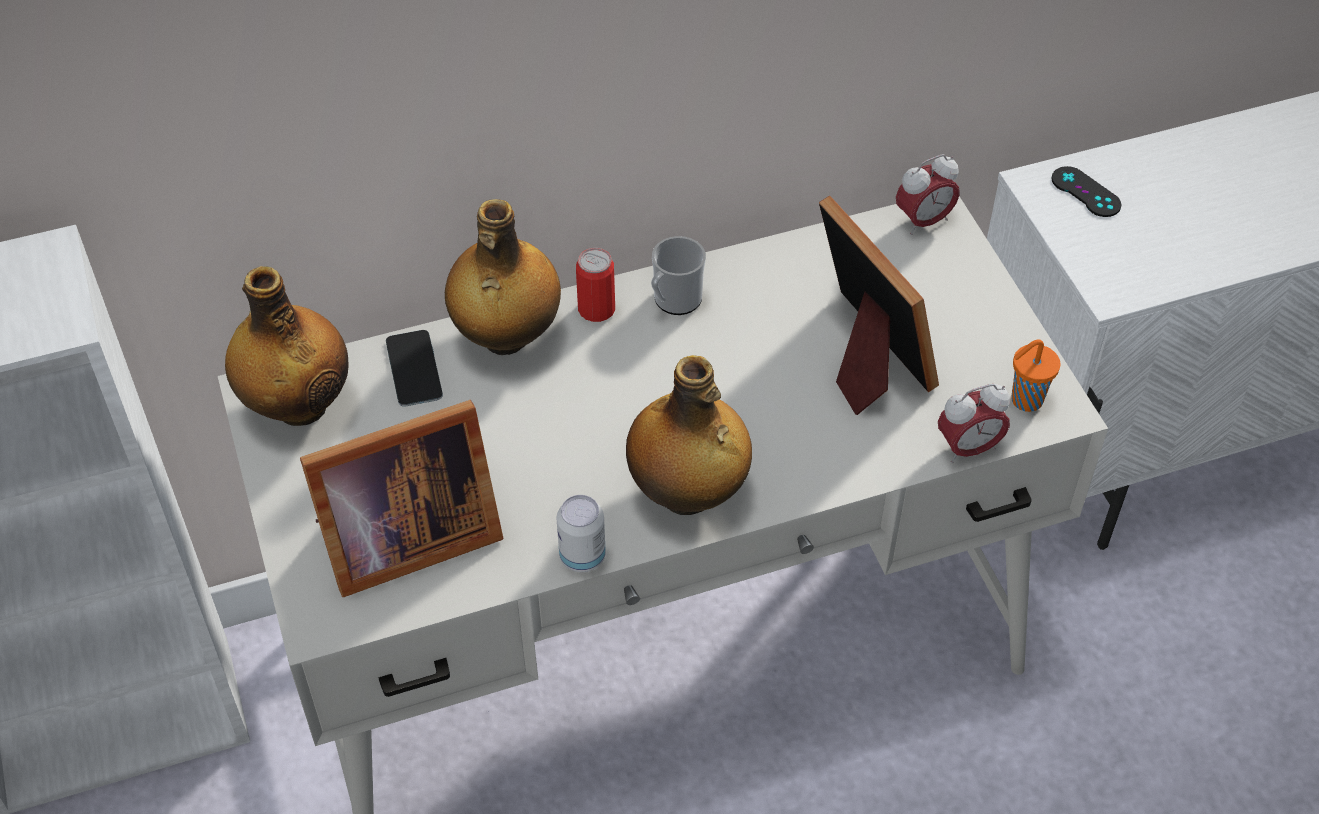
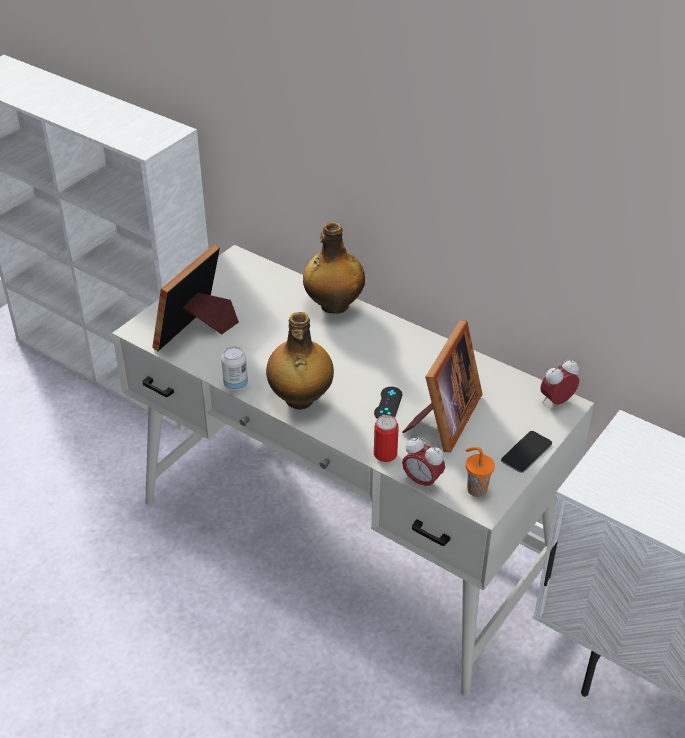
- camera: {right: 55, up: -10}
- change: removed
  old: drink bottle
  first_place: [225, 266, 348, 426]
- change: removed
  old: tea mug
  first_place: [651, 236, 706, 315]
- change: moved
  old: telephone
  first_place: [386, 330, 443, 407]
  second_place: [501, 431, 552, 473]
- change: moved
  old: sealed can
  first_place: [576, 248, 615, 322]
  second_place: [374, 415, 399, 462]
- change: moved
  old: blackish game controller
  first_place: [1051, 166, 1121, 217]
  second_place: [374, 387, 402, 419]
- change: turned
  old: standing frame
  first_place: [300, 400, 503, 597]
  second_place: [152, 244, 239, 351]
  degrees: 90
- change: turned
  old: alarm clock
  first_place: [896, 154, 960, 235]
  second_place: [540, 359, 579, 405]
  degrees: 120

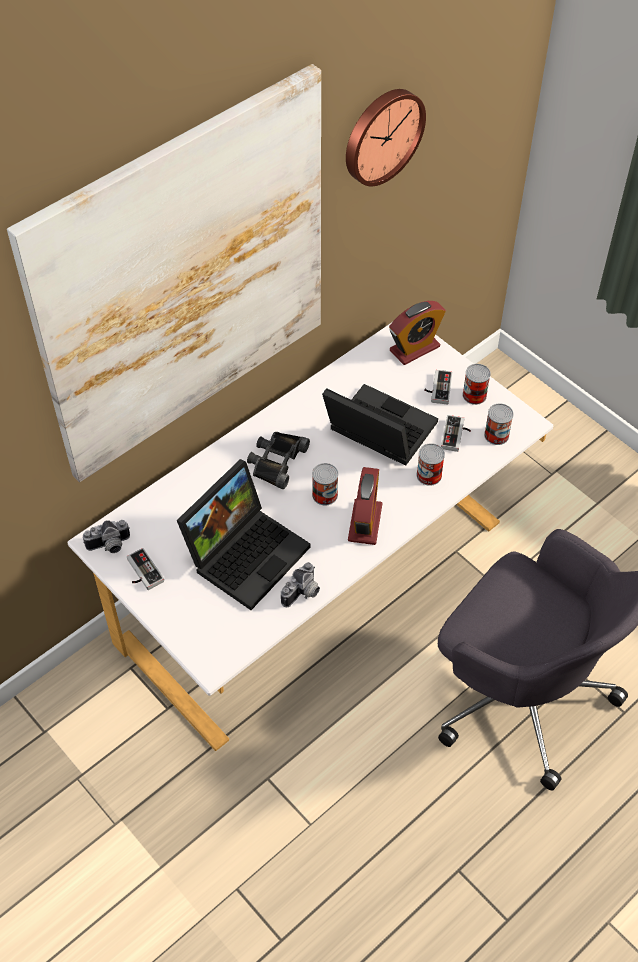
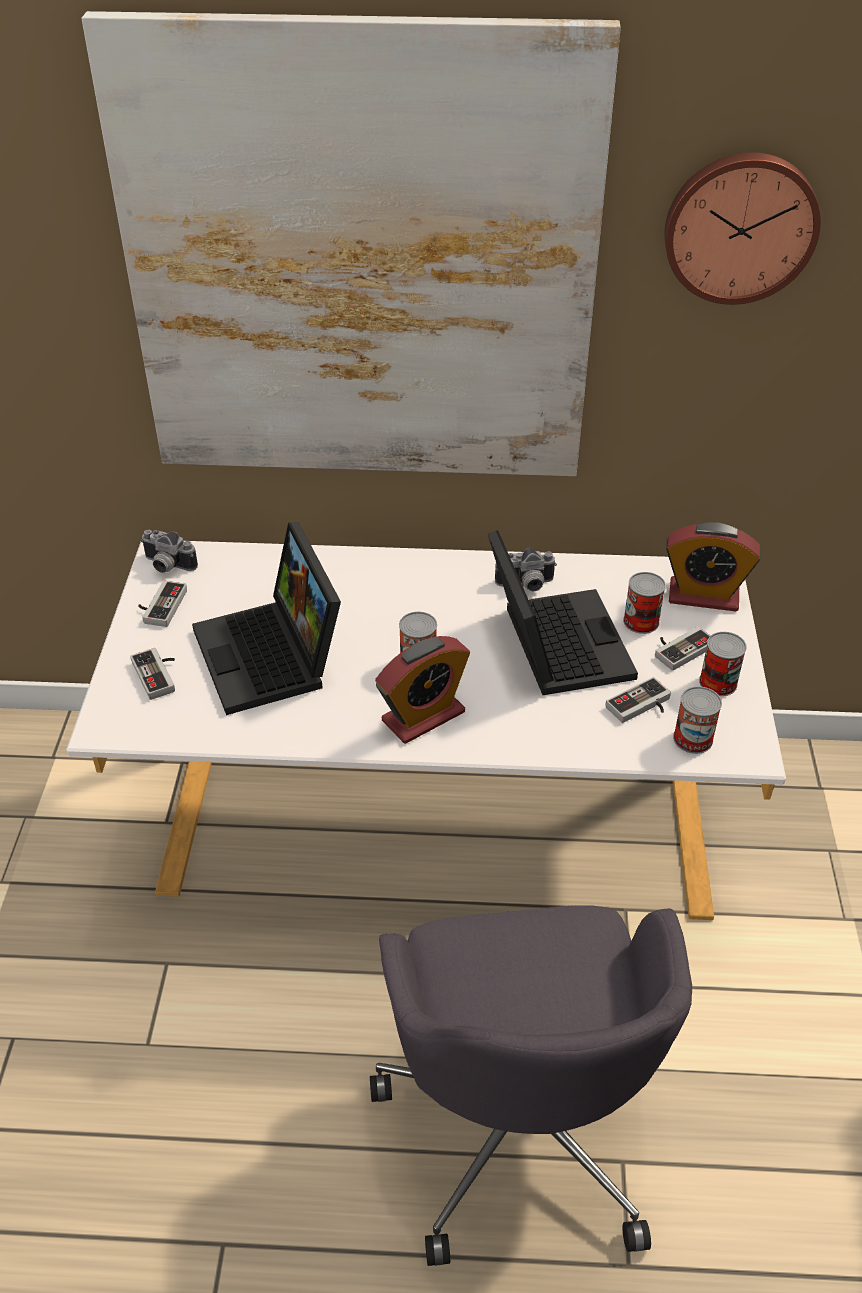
- camera: {right: 45, up: -10}
- change: removed
  old: blackish pair of binoculars
  first_place: [247, 432, 310, 489]
- change: added
  new: game controller
  second_place: [130, 648, 175, 700]
- change: moved
  old: photo camera
  first_place: [281, 562, 320, 607]
  second_place: [495, 548, 557, 591]
- change: moved
  old: sealed can
  first_place: [416, 443, 445, 486]
  second_place: [623, 572, 666, 634]
- change: turned
  old: notebook computer
  first_place: [177, 459, 311, 610]
  second_place: [192, 522, 341, 715]
  degrees: 75

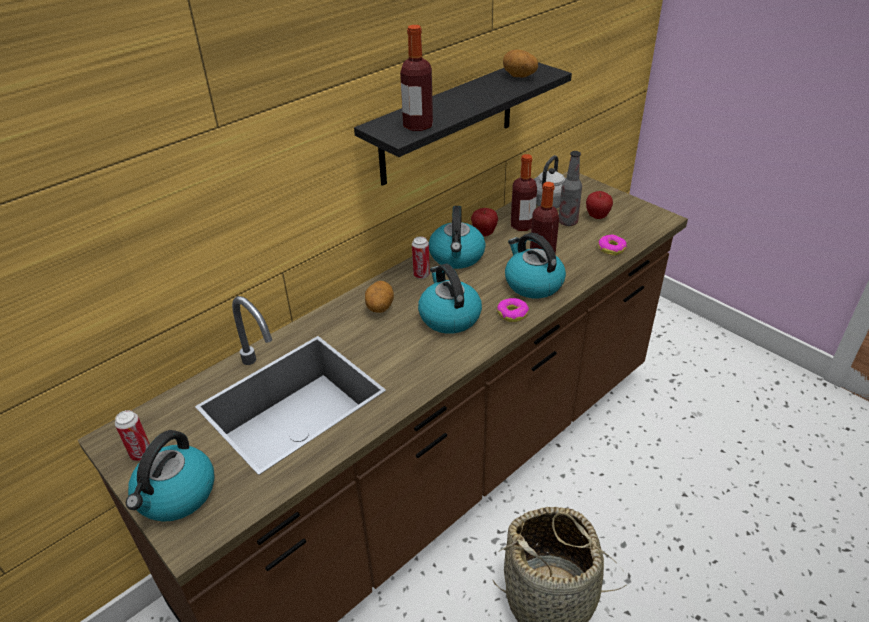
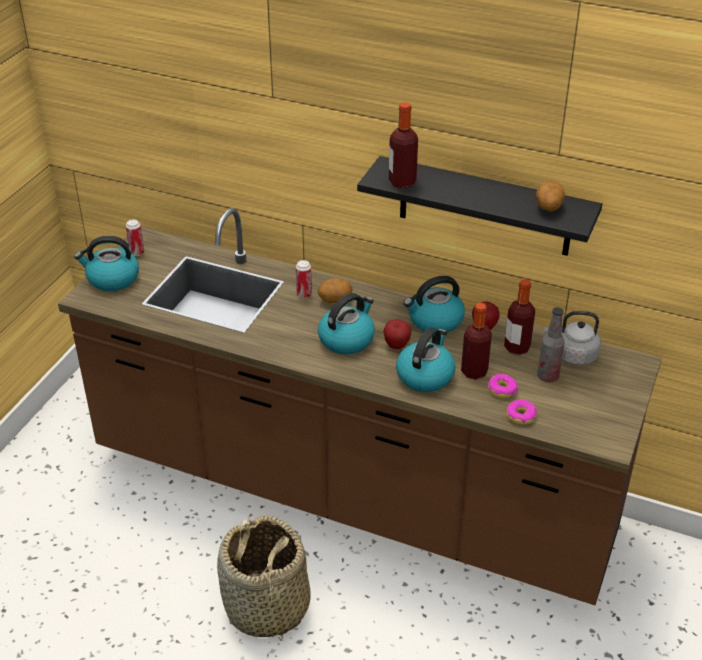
- camera: {right: 65, up: 0}
- change: moved
  old: sealed can
  first_place: [412, 236, 430, 279]
  second_place: [296, 260, 312, 298]
- change: moved
  old: donut
  first_place: [497, 298, 529, 322]
  second_place: [488, 374, 518, 398]
- change: moved
  old: apple
  first_place: [586, 191, 613, 219]
  second_place: [383, 319, 411, 349]

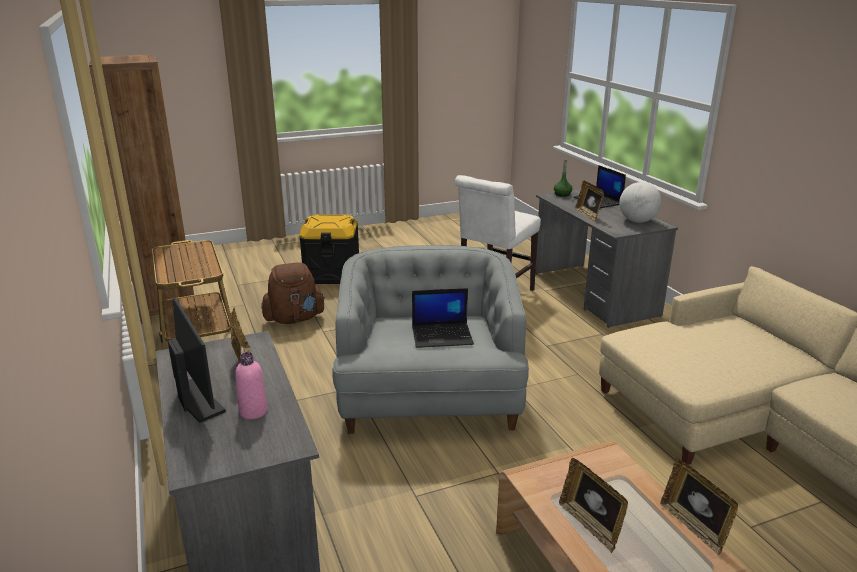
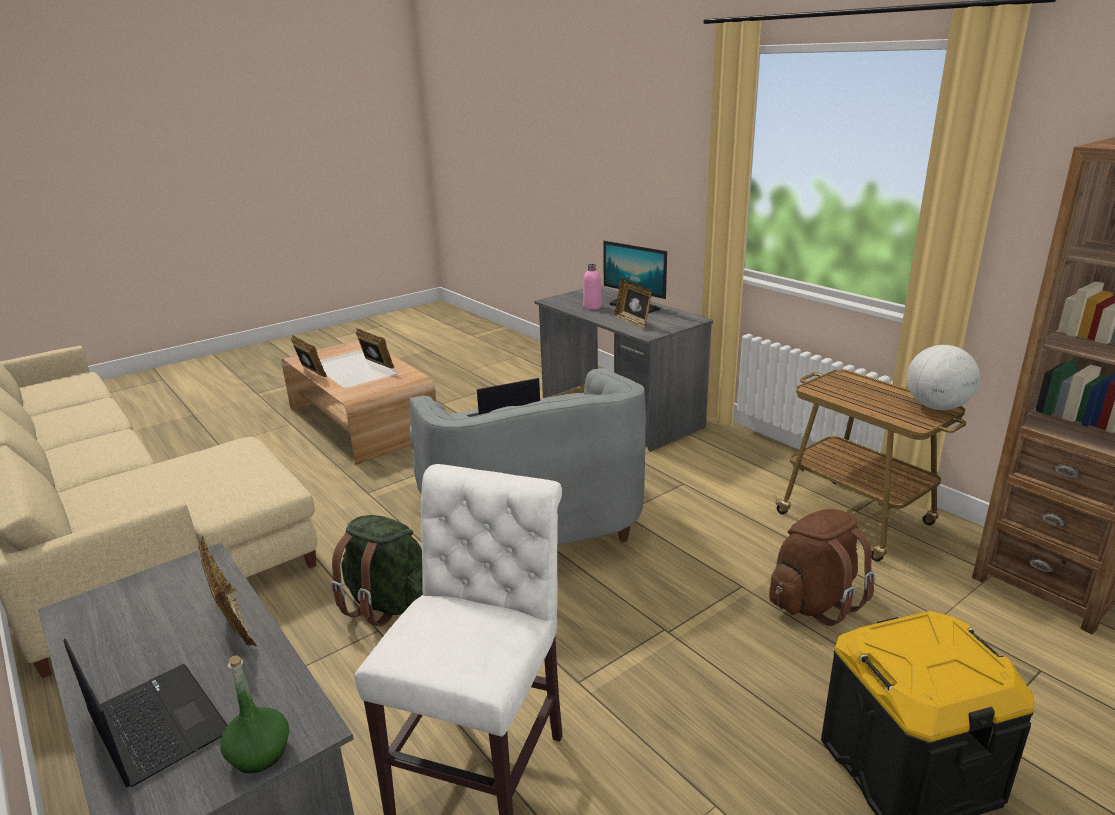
- camera: {right: 165, up: 0}
- change: added
  new: green backpack
  second_place: [330, 515, 423, 627]
- change: moved
  old: desk globe
  first_place: [619, 182, 662, 223]
  second_place: [907, 345, 980, 410]

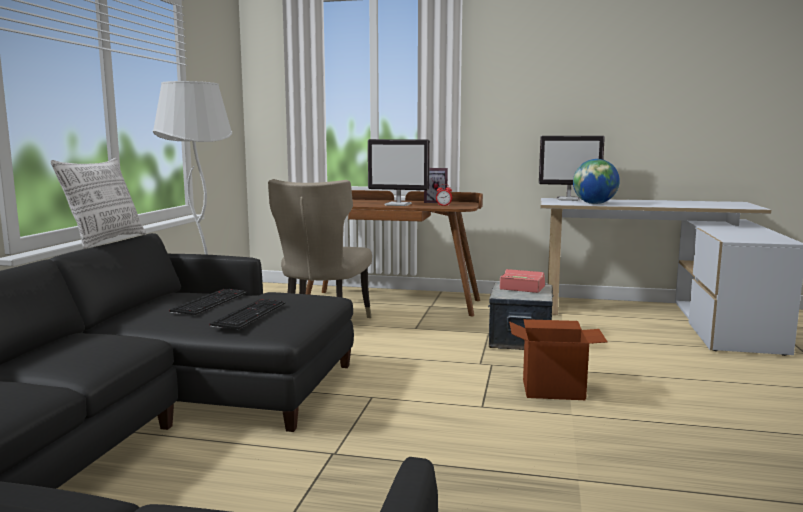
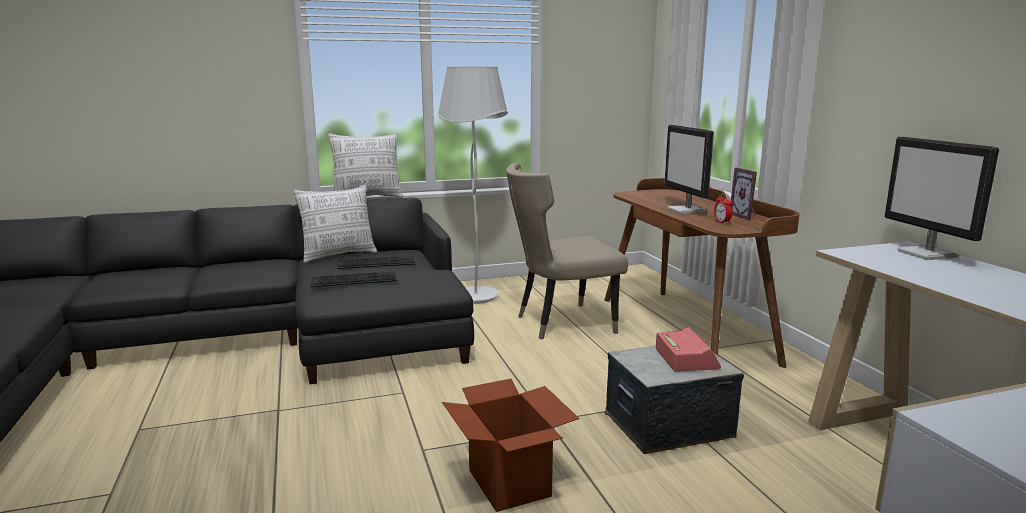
- camera: {right: 60, up: 5}
- change: removed
  old: desk globe
  first_place: [573, 159, 620, 204]
- change: added
  new: throw pillow
  second_place: [293, 185, 377, 263]

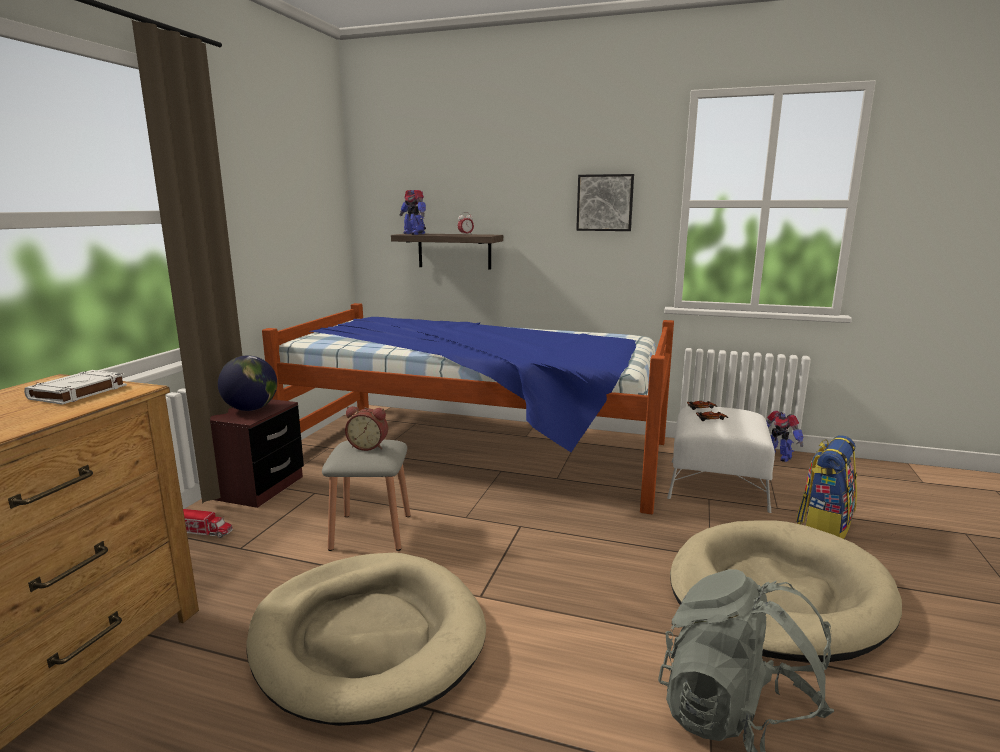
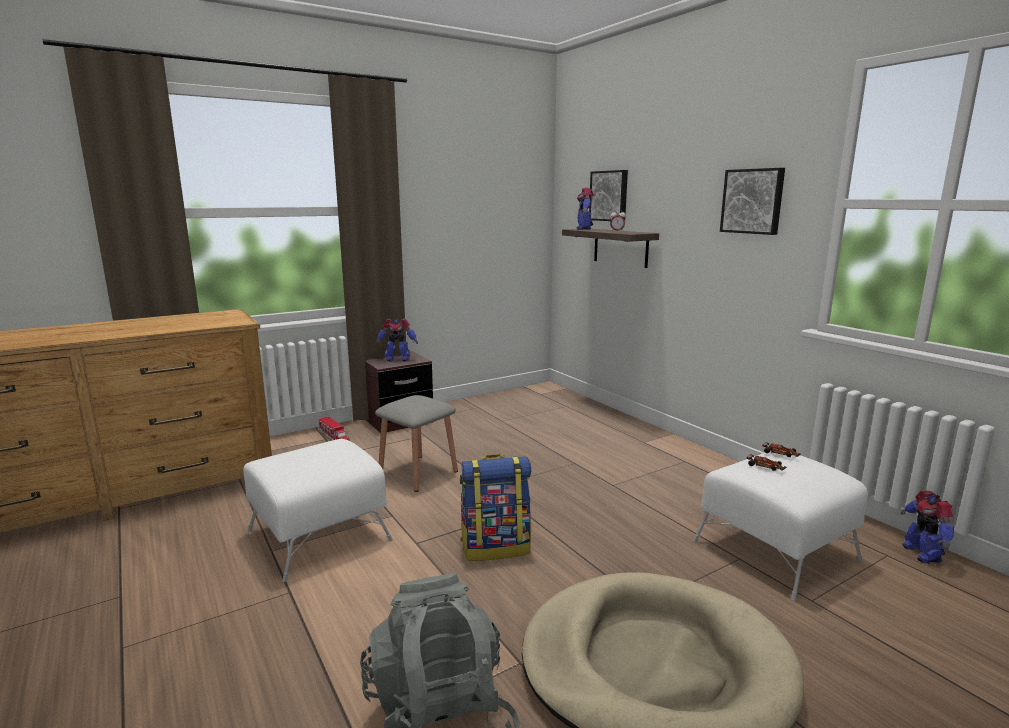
- camera: {right: 40, up: 0}
- change: removed
  old: whitish volume
  first_place: [24, 370, 127, 405]
- change: removed
  old: sleeping bed
  first_place: [262, 303, 674, 514]
- change: removed
  old: alarm clock
  first_place: [345, 406, 388, 451]
- change: added
  new: wall art
  second_place: [589, 170, 628, 221]
- change: moved
  old: backpack
  first_place: [796, 435, 857, 539]
  second_place: [460, 454, 531, 561]
- change: replaced
  old: desk globe
  new: toy robot
  first_place: [218, 356, 277, 411]
  second_place: [375, 318, 418, 361]
- change: replaced
  old: sand-coloured dog bed
  new: whitish footrest
  first_place: [246, 553, 486, 726]
  second_place: [243, 439, 393, 582]

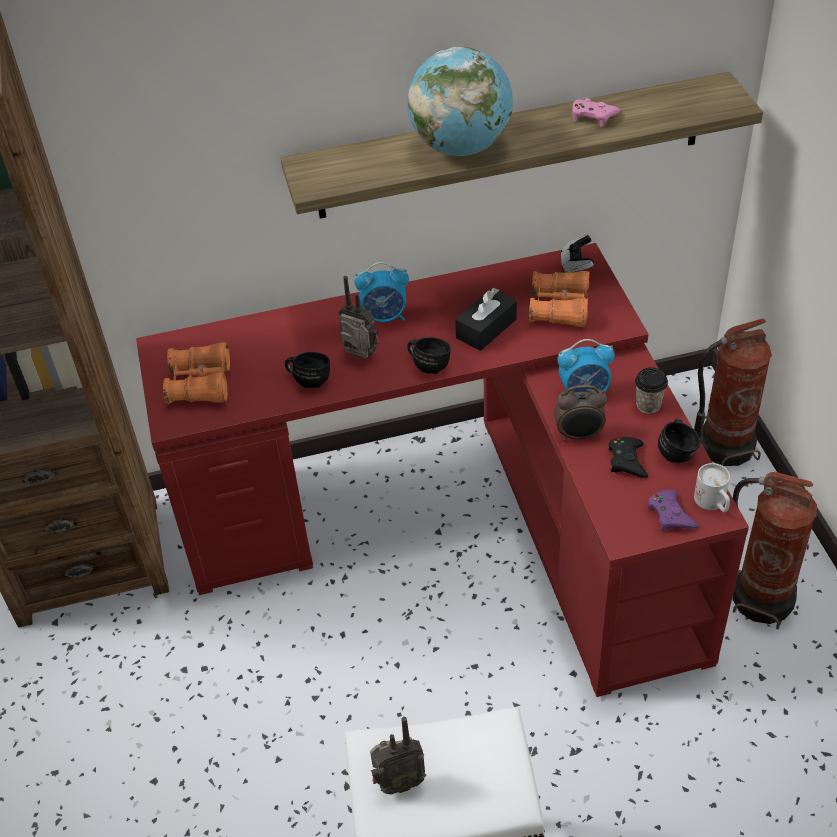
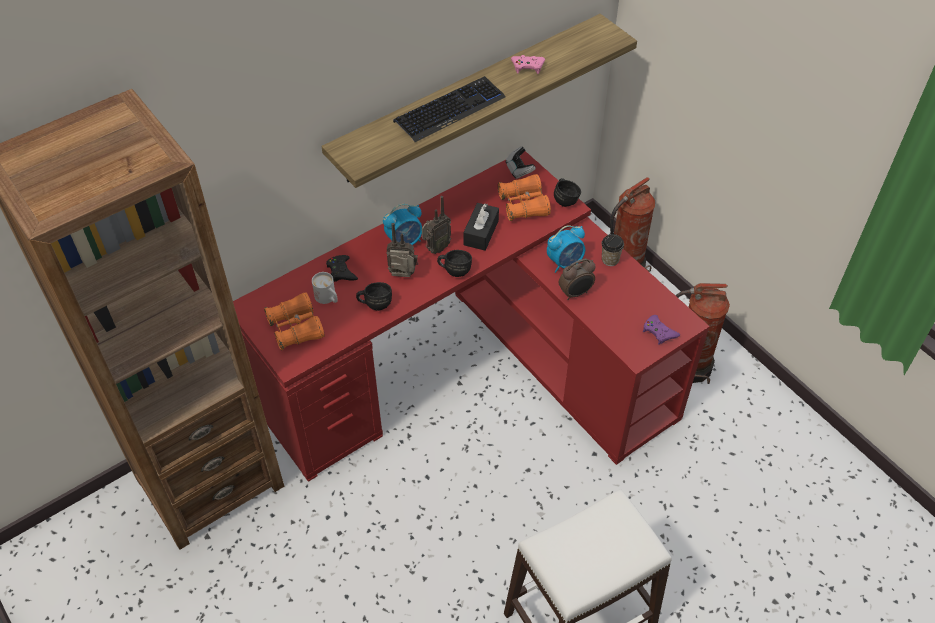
- camera: {right: -25, up: 5}
- change: moved
  old: radio
  first_place: [370, 717, 426, 794]
  second_place: [422, 196, 451, 254]
- change: moved
  old: blackish game controller
  first_place: [609, 437, 648, 478]
  second_place: [326, 255, 358, 282]
- change: moved
  old: blackish tea mug
  first_place: [658, 419, 701, 463]
  second_place: [554, 178, 581, 207]
- change: moved
  old: whitish tea mug
  first_place: [694, 463, 730, 512]
  second_place: [312, 272, 338, 304]
- change: replaced
  old: desk globe
  new: keyboard
  first_place: [407, 46, 513, 156]
  second_place: [393, 76, 506, 142]

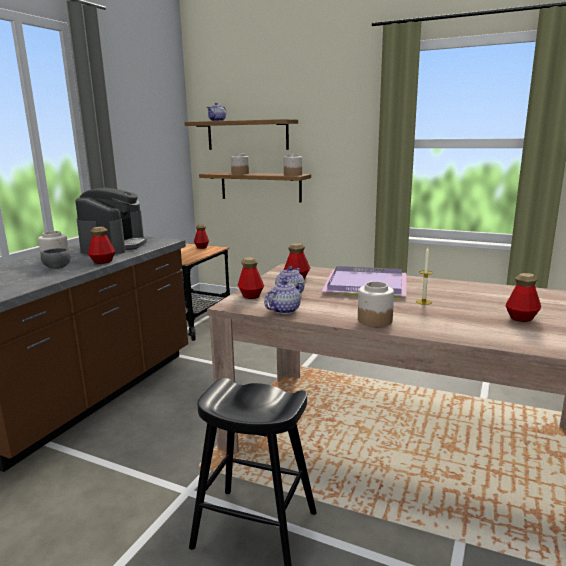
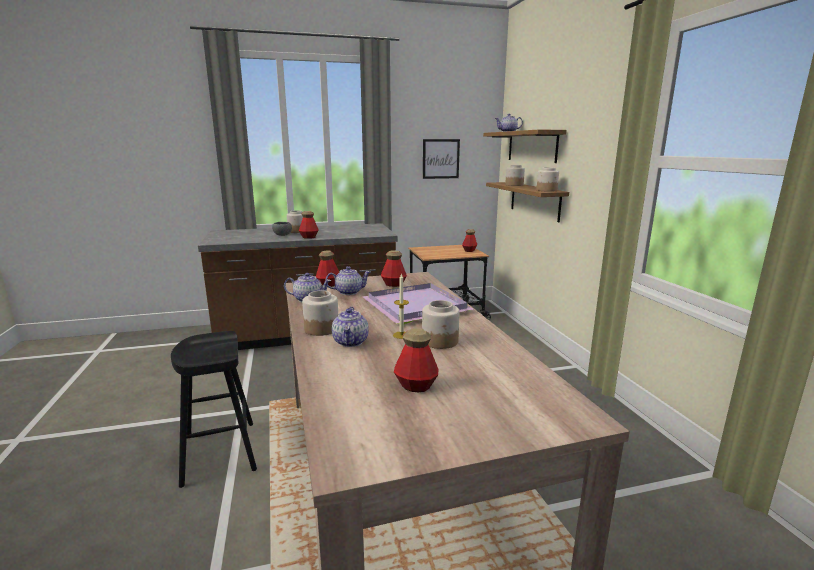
- camera: {right: 50, up: 0}
- change: removed
  old: coffee brewer
  first_place: [75, 188, 147, 254]
- change: added
  new: pot for tea
  second_place: [332, 307, 369, 347]
- change: added
  new: jar
  second_place: [422, 300, 459, 349]
- change: added
  new: wall art
  second_place: [423, 139, 460, 179]

